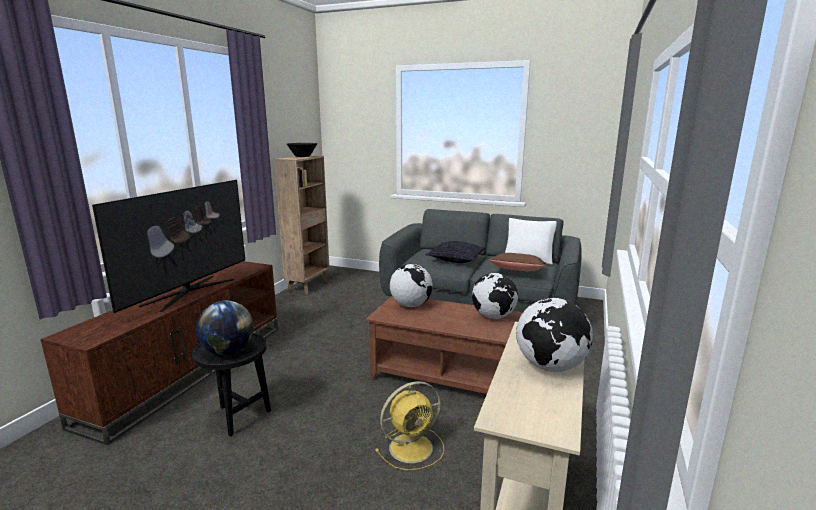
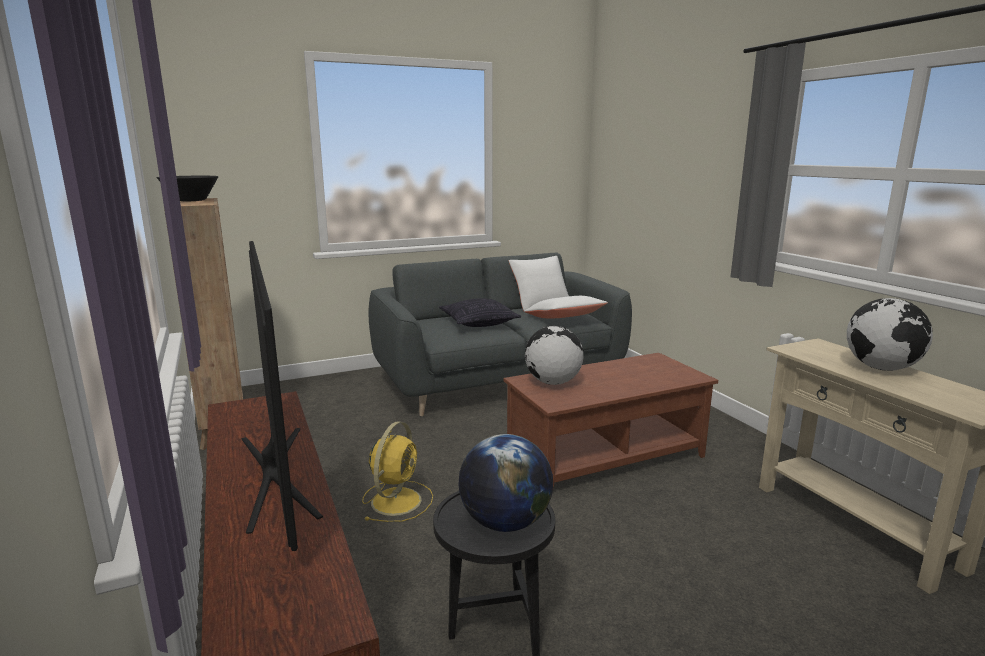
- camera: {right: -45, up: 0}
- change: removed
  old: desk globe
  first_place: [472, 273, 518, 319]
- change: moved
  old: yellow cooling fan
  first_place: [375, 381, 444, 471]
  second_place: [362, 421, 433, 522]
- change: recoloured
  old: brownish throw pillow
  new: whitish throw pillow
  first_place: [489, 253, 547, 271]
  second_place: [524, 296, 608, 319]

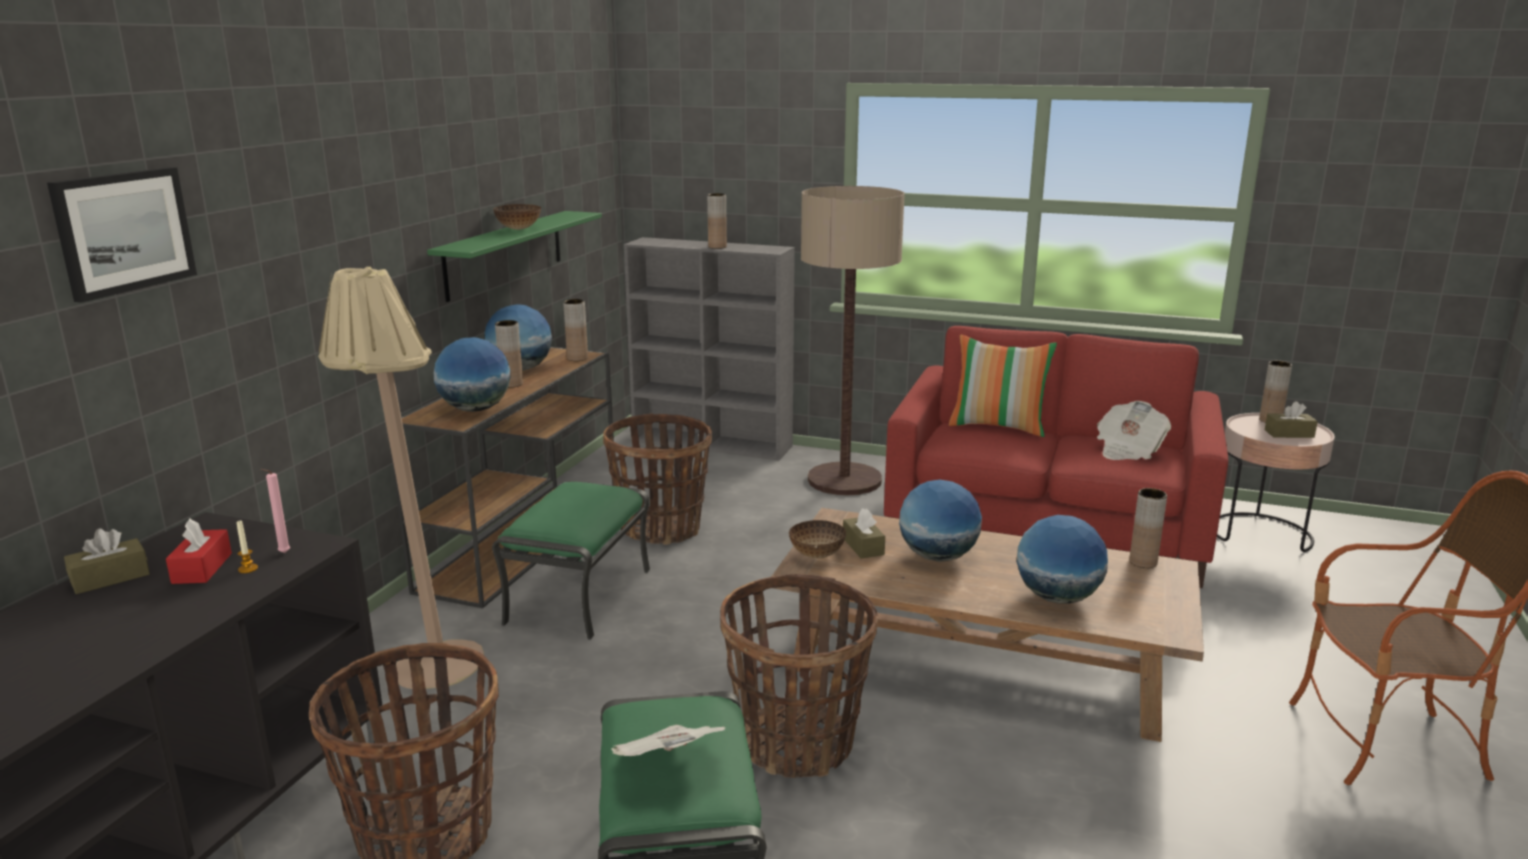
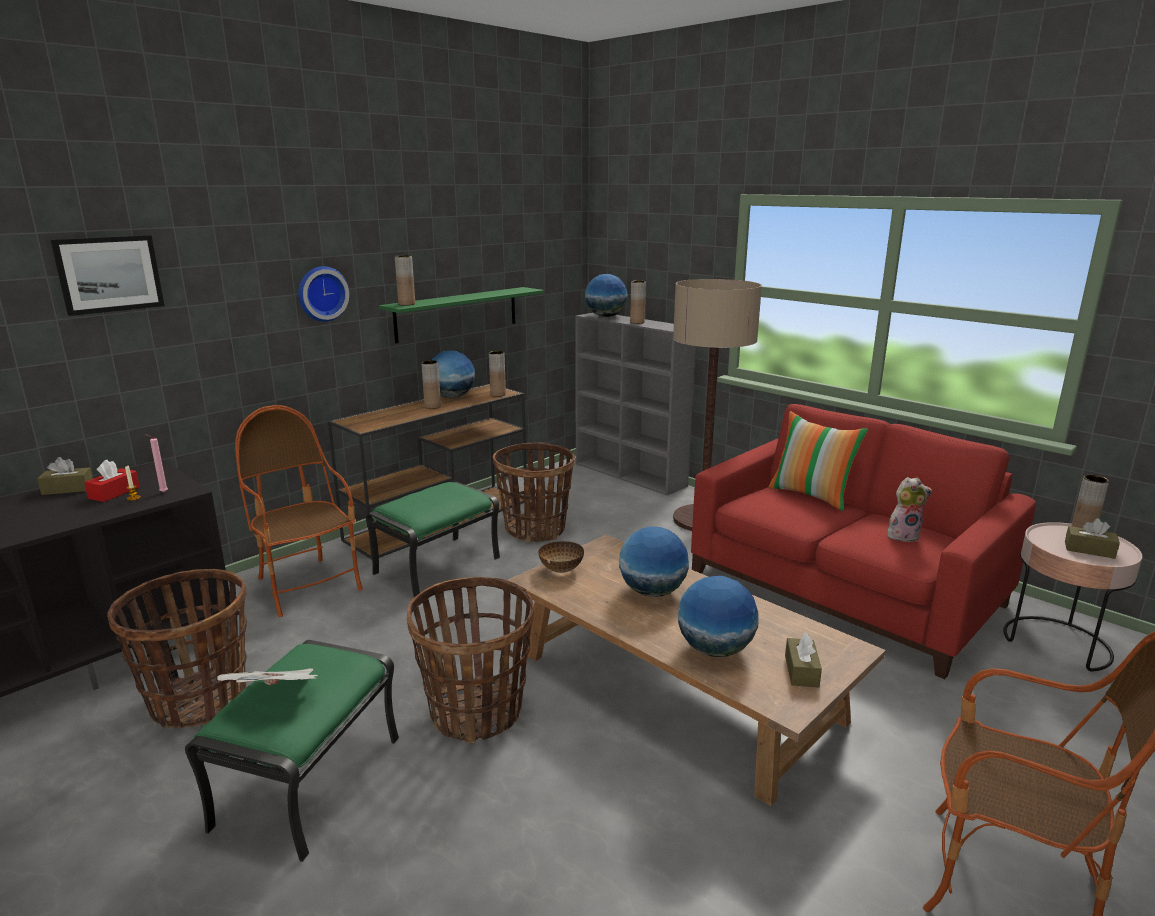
- camera: {right: 25, up: 0}
- change: removed
  old: bowl
  first_place: [493, 204, 541, 230]
- change: added
  new: wall clock
  second_place: [298, 266, 349, 322]
- change: moved
  old: desk globe
  first_place: [434, 337, 511, 412]
  second_place: [585, 274, 627, 317]
- change: moved
  old: brownish tissue holder
  first_place: [843, 508, 885, 559]
  second_place: [785, 632, 822, 688]
- change: moved
  old: brownish decorative vase
  first_place: [1129, 488, 1167, 568]
  second_place: [395, 255, 415, 305]
- change: replaced
  old: sand-coloured floor lamp
  new: armchair
  first_place: [318, 267, 484, 689]
  second_place: [235, 405, 363, 617]
- change: replaced
  old: printed paper
  new: plush toy
  first_place: [1097, 401, 1171, 460]
  second_place: [887, 477, 932, 542]

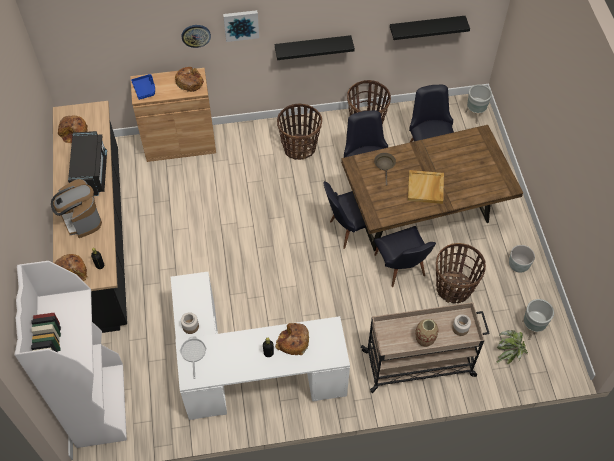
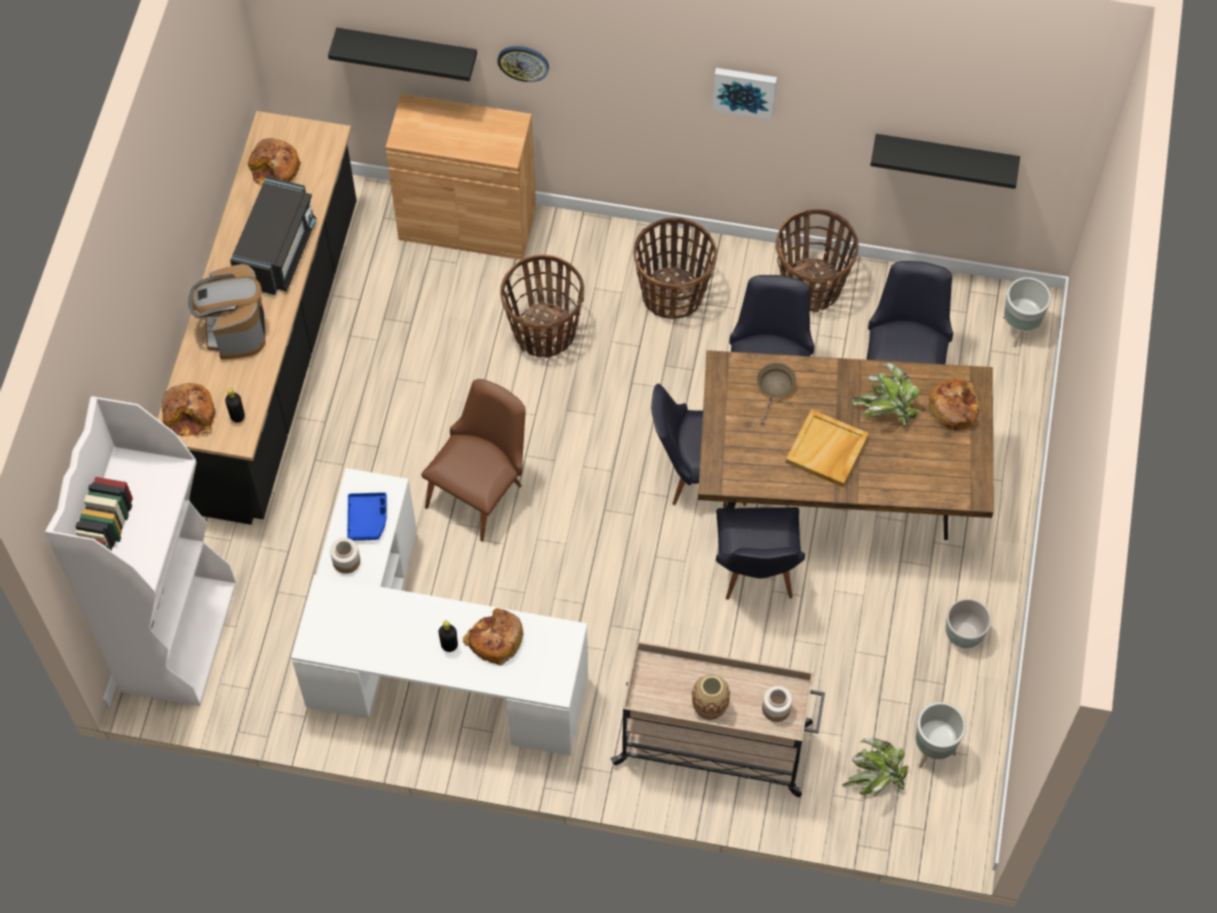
- camera: {right: 20, up: 5}
- change: removed
  old: skillet
  first_place: [180, 337, 207, 379]
- change: added
  new: brownish upright chair
  second_place: [421, 379, 526, 542]
- change: added
  new: houseplant
  second_place: [851, 363, 921, 427]
- change: moved
  old: blue-coloured serving tray
  first_place: [131, 74, 155, 100]
  second_place: [347, 492, 387, 541]
- change: moved
  old: bread
  first_place: [175, 67, 204, 92]
  second_place: [928, 380, 980, 431]
- change: moved
  old: wall art
  first_place: [223, 10, 259, 42]
  second_place: [712, 68, 777, 120]
- change: moved
  old: blackish bracket shelf
  first_place: [275, 35, 355, 60]
  second_place: [328, 28, 477, 81]
- change: moved
  old: storage basket
  first_place: [436, 243, 486, 303]
  second_place: [500, 255, 584, 357]

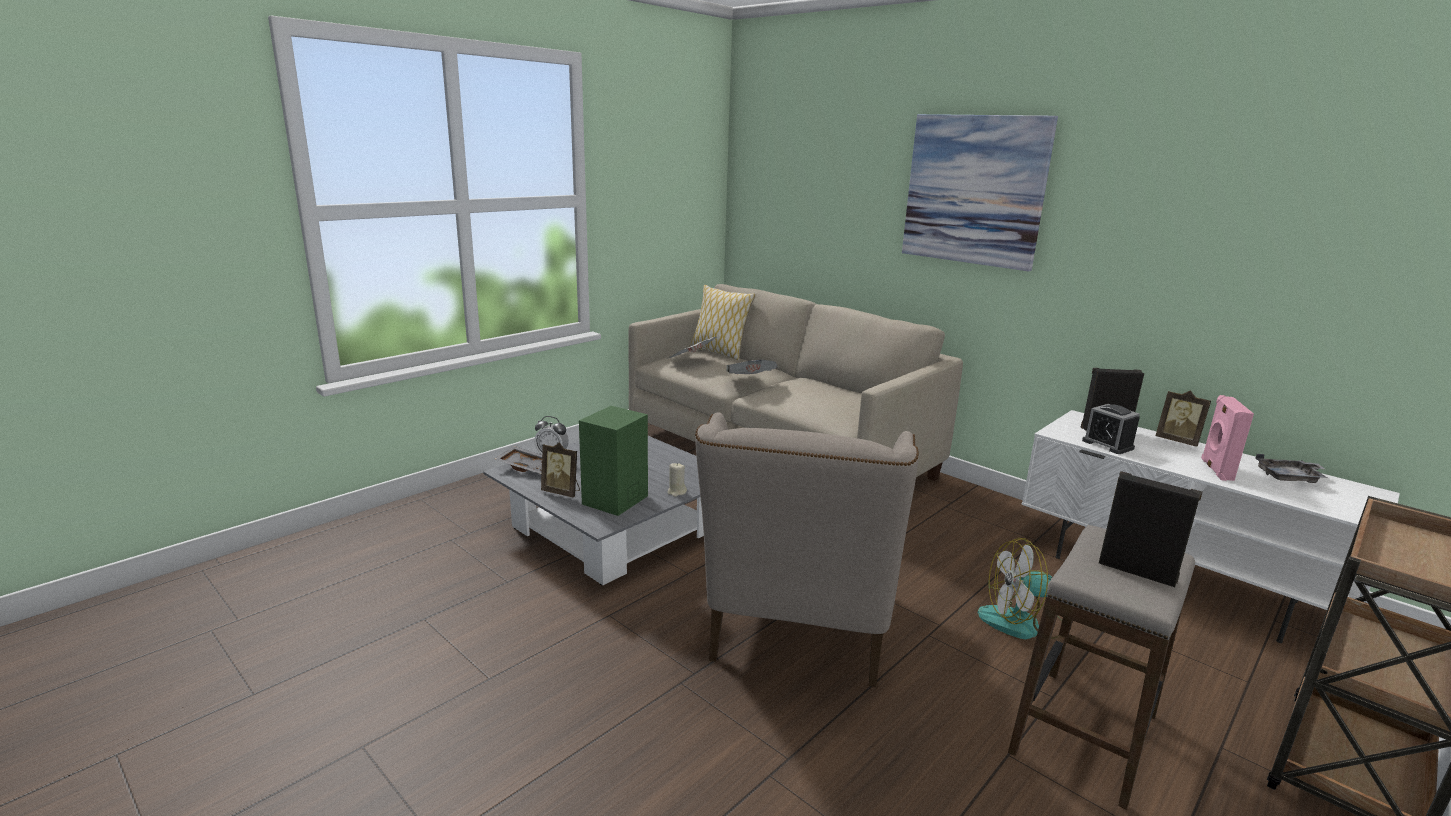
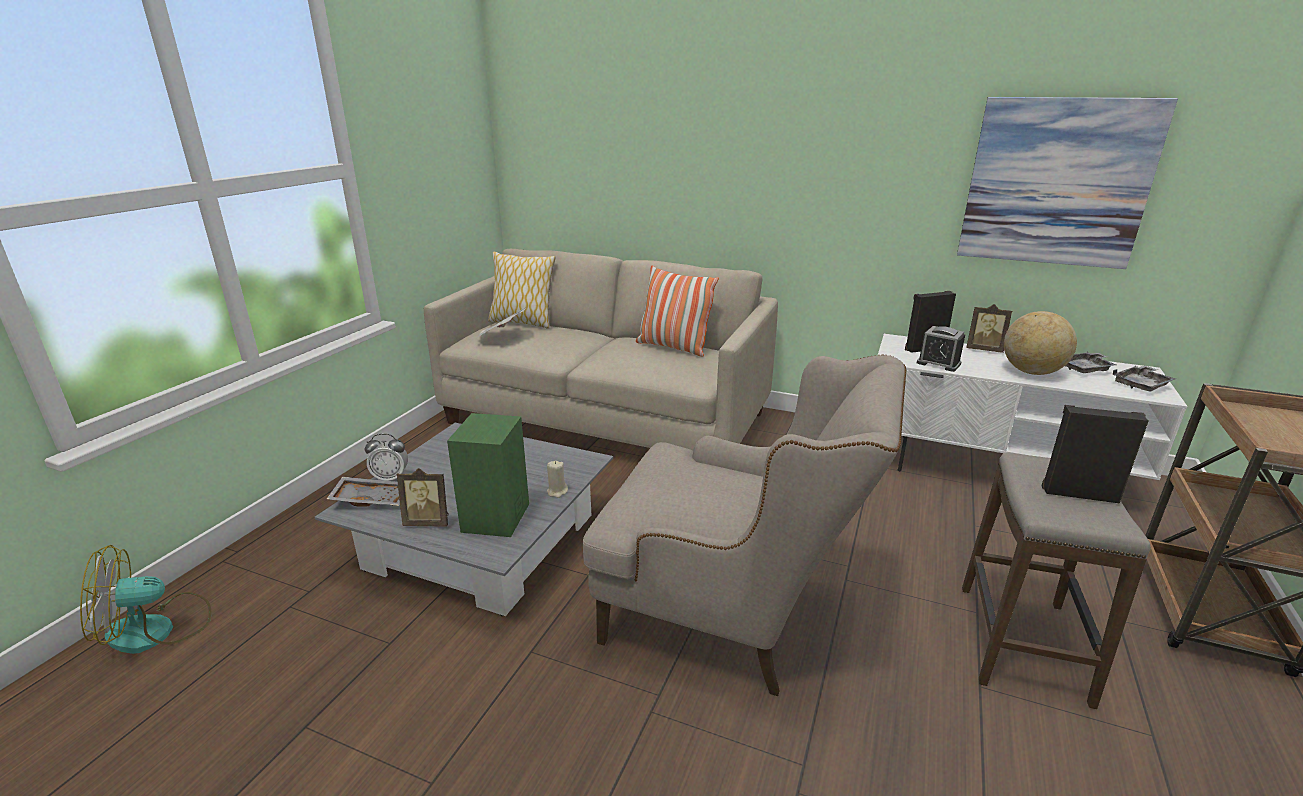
- camera: {right: -20, up: 5}
- change: removed
  old: printed paper
  first_place: [726, 360, 778, 374]
- change: added
  new: throw pillow
  second_place: [636, 265, 719, 357]
- change: added
  new: grey serving tray
  second_place: [1113, 365, 1176, 391]
- change: moved
  old: wall art
  first_place: [902, 114, 1058, 271]
  second_place: [957, 97, 1178, 269]
- change: moved
  old: cooling fan
  first_place: [978, 538, 1062, 639]
  second_place: [80, 545, 212, 654]
- change: replaced
  old: pink-coloured speaker
  new: desk globe
  first_place: [1201, 395, 1254, 481]
  second_place: [1004, 311, 1077, 375]
- change: turned
  old: sand-coloured armchair
  first_place: [695, 412, 919, 687]
  second_place: [583, 355, 907, 696]
  degrees: -60

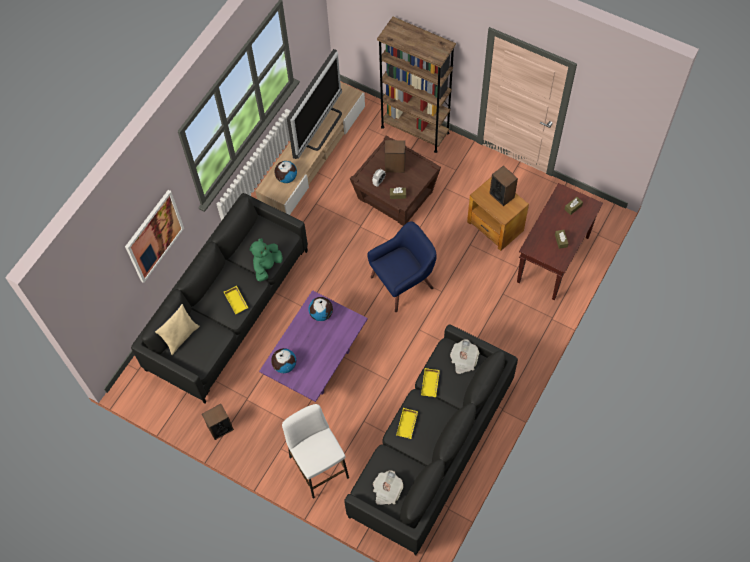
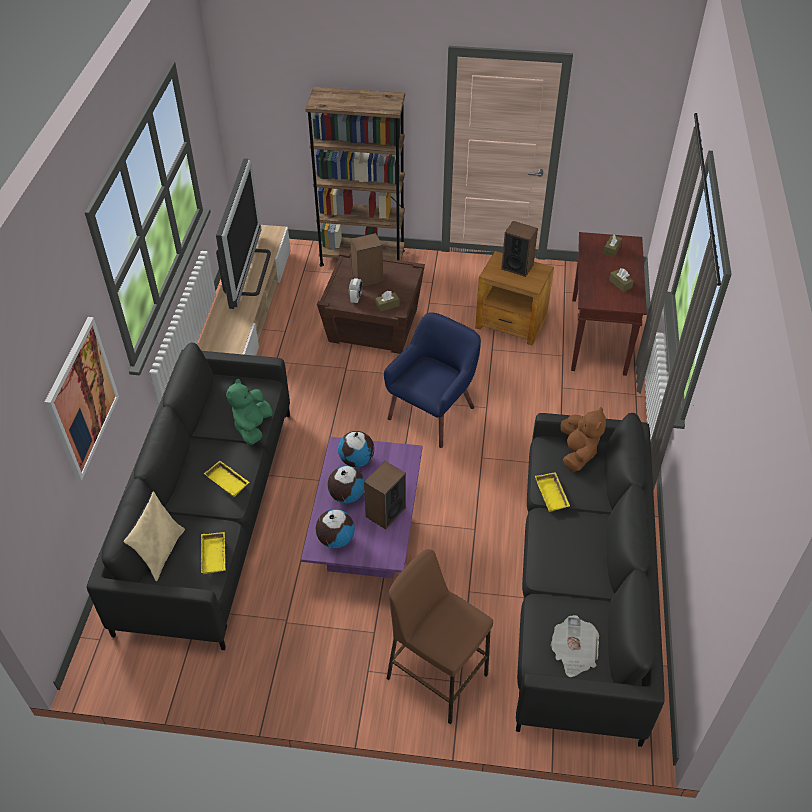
- camera: {right: -25, up: -15}
- change: moved
  old: speaker
  first_place: [202, 404, 234, 440]
  second_place: [364, 461, 406, 529]
- change: moved
  old: desk globe
  first_place: [275, 161, 297, 183]
  second_place: [328, 466, 365, 503]
- change: moved
  old: yellow serving tray
  first_place: [396, 408, 418, 439]
  second_place: [201, 532, 225, 574]
- change: replaced
  old: printed paper
  new: brownish plush toy
  first_place: [450, 340, 479, 374]
  second_place: [561, 407, 606, 471]
- change: recoloured
  old: whitish stool
  new: brownish stool
  first_place: [282, 404, 349, 499]
  second_place: [387, 549, 493, 724]

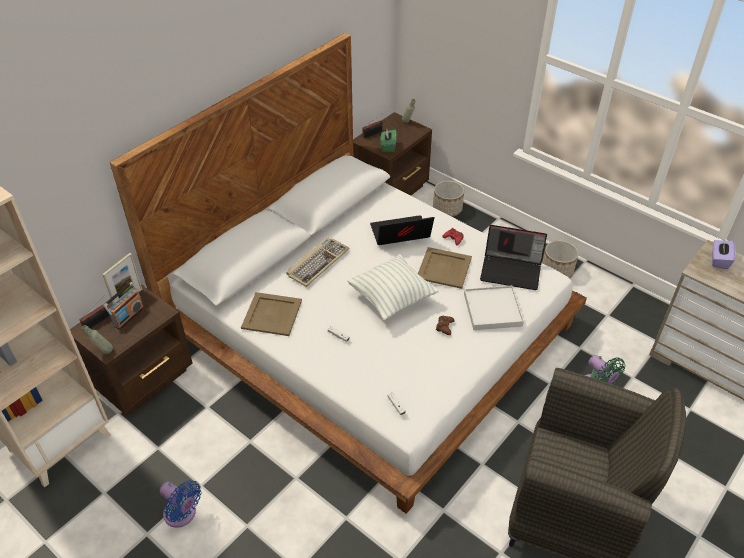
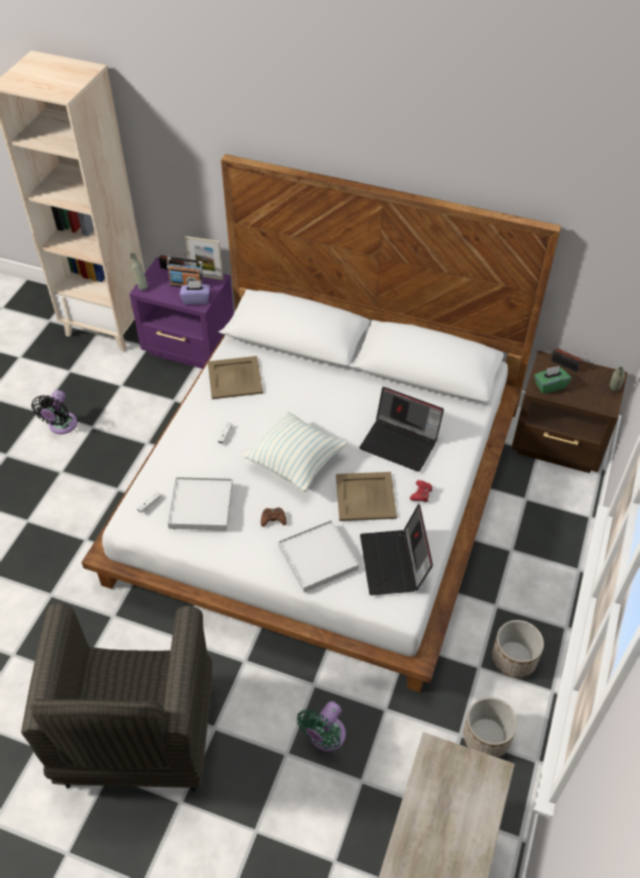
- camera: {right: 70, up: 5}
- change: removed
  old: keyboard
  first_place: [286, 237, 349, 287]
- change: added
  new: whitish serving tray
  second_place: [168, 477, 233, 531]
- change: moved
  old: flower pot
  first_place: [433, 181, 464, 217]
  second_place: [463, 697, 517, 758]
- change: moved
  old: purple tissue holder
  first_place: [712, 240, 735, 269]
  second_place: [180, 281, 210, 305]
- change: recoloured
  old: brownish night table
  new: purple night table
  first_place: [70, 284, 192, 415]
  second_place: [130, 258, 234, 369]
- change: recoloured
  old: blue-coloured cooling fan
  new: blackish cooling fan
  first_place: [160, 480, 201, 528]
  second_place: [31, 390, 77, 434]
- change: turned
  old: notebook computer
  first_place: [370, 215, 435, 245]
  second_place: [359, 387, 444, 472]
  degrees: 150

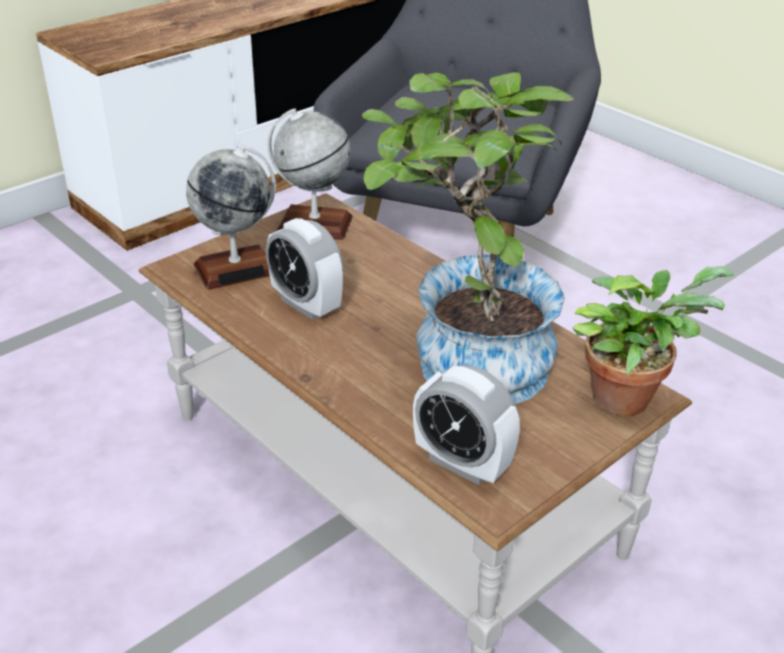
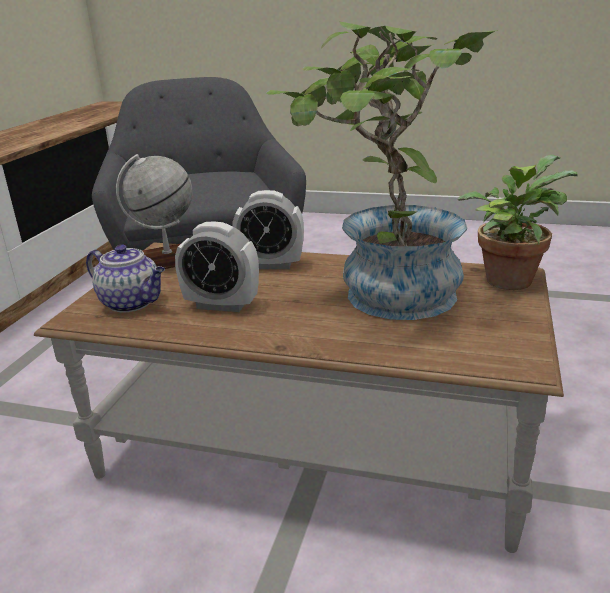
- camera: {right: -30, up: -10}
- change: moved
  old: alarm clock
  first_place: [413, 365, 520, 485]
  second_place: [232, 190, 304, 269]
- change: replaced
  old: desk globe
  new: pot for tea
  first_place: [186, 145, 276, 290]
  second_place: [86, 244, 165, 313]

